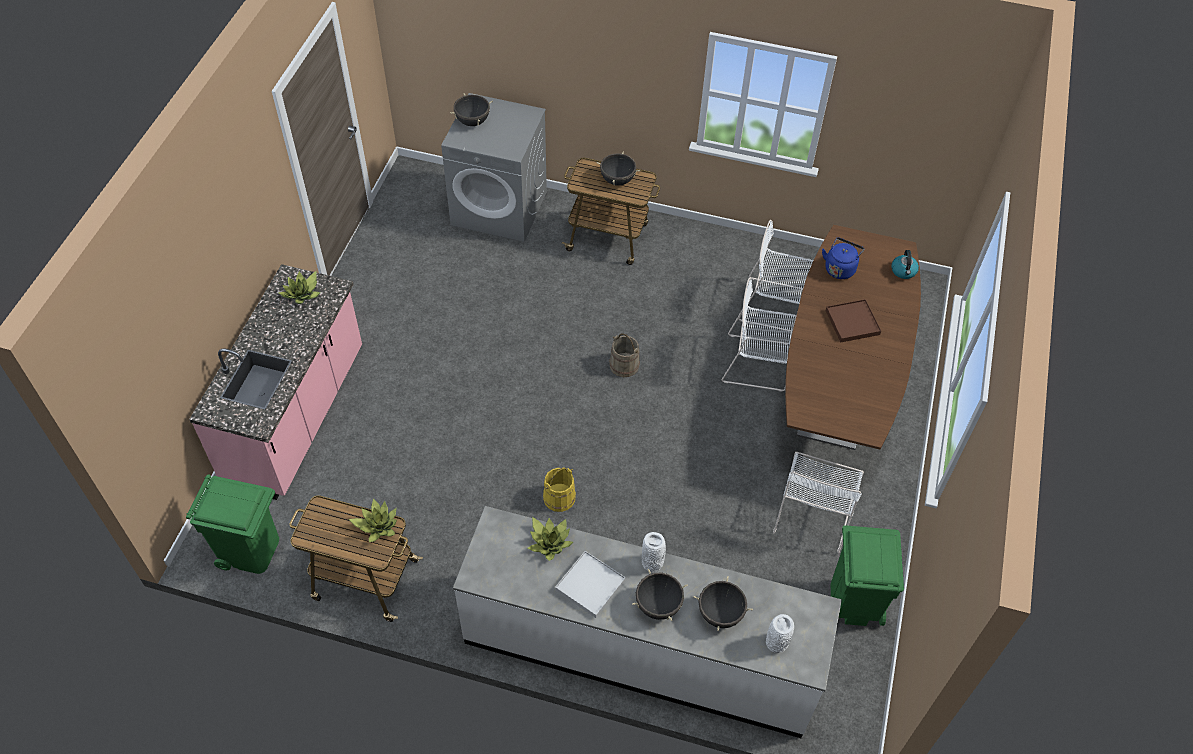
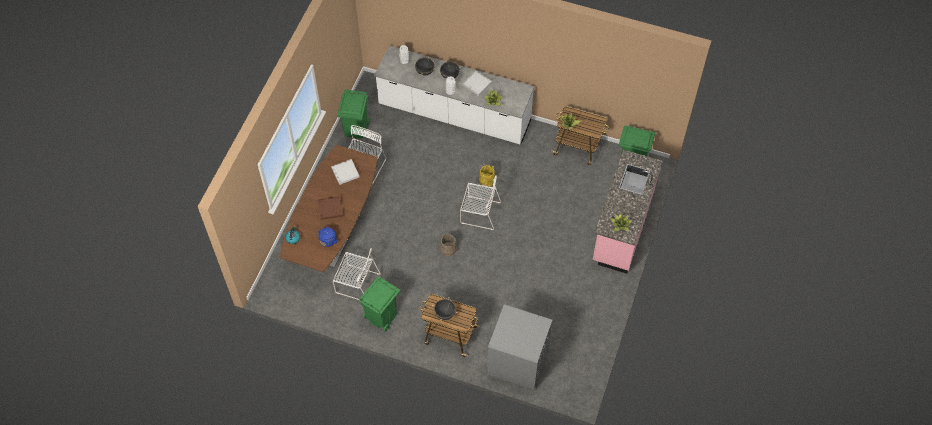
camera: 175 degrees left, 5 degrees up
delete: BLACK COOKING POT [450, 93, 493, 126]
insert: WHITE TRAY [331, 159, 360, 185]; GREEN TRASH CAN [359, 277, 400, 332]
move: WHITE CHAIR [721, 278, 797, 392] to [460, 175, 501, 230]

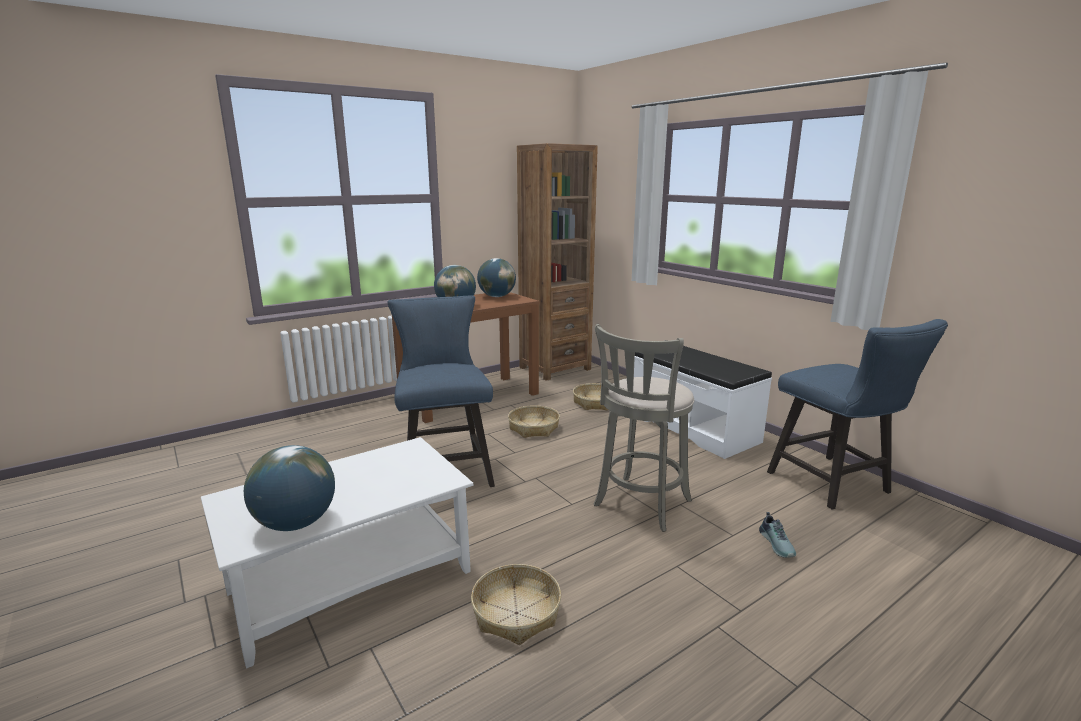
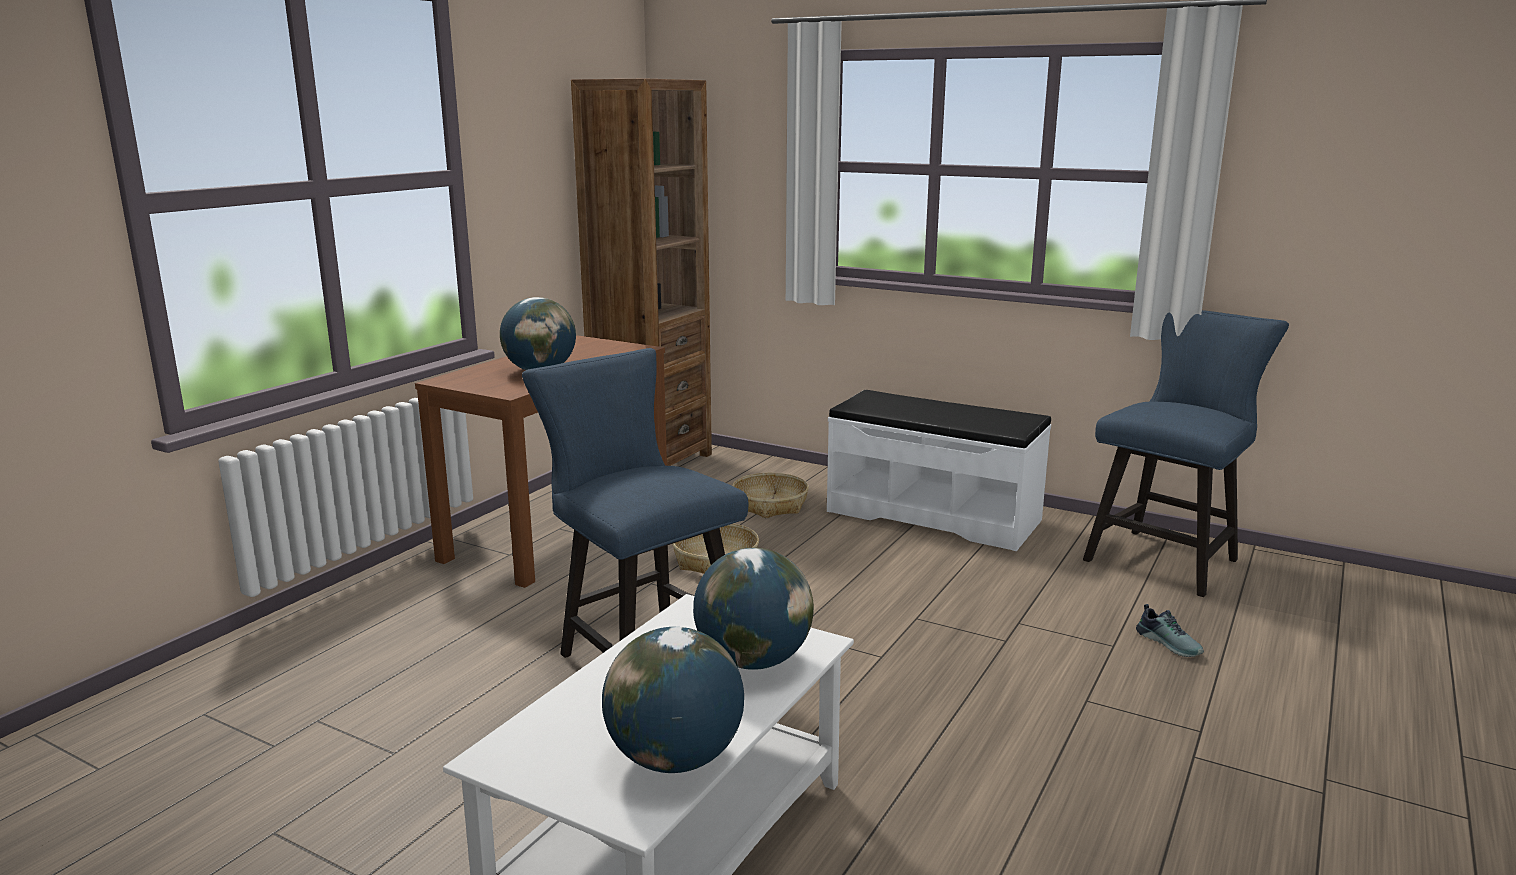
camera: 25 degrees left, 0 degrees up
delete: BASKET [471, 564, 561, 645]; GREY STOOL [594, 324, 694, 532]
move: GLOBE [477, 258, 516, 297] to [693, 547, 814, 670]
rotate: BLUE CHAIR [767, 319, 948, 510] = [1083, 310, 1289, 597] 90 degrees counterclockwise

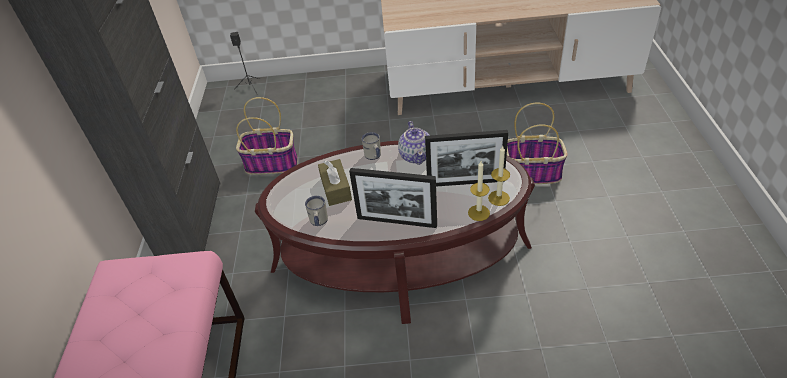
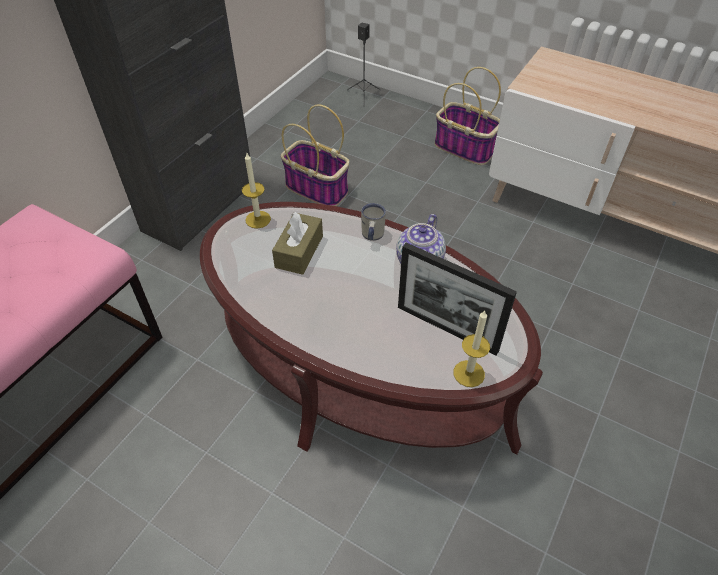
camera: 30 degrees right, 5 degrees up
delete: WHITE MUG [305, 196, 328, 226]; PICTURE FRAME [349, 168, 437, 228]
move: CANDLE [468, 161, 490, 221] to [242, 153, 271, 228]; BASKET [507, 102, 568, 184] to [435, 67, 501, 165]

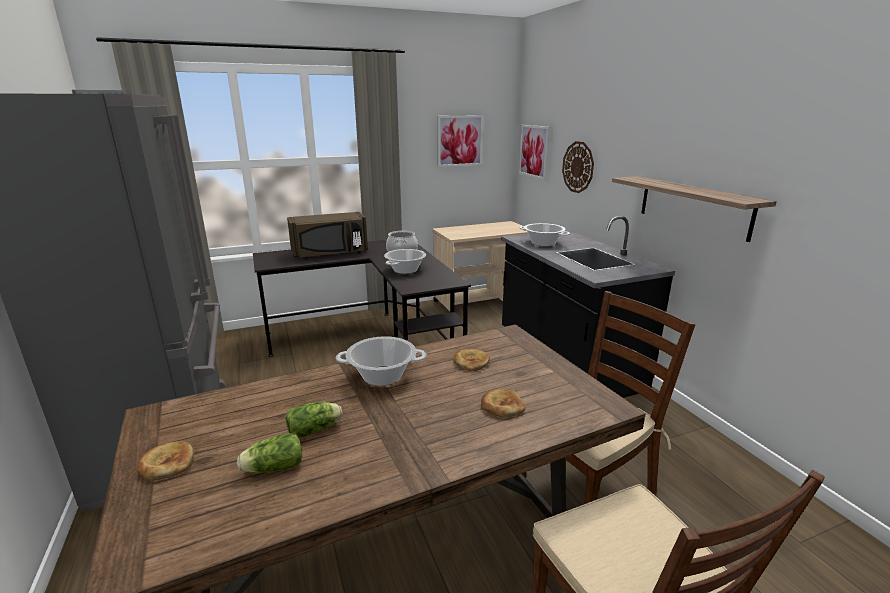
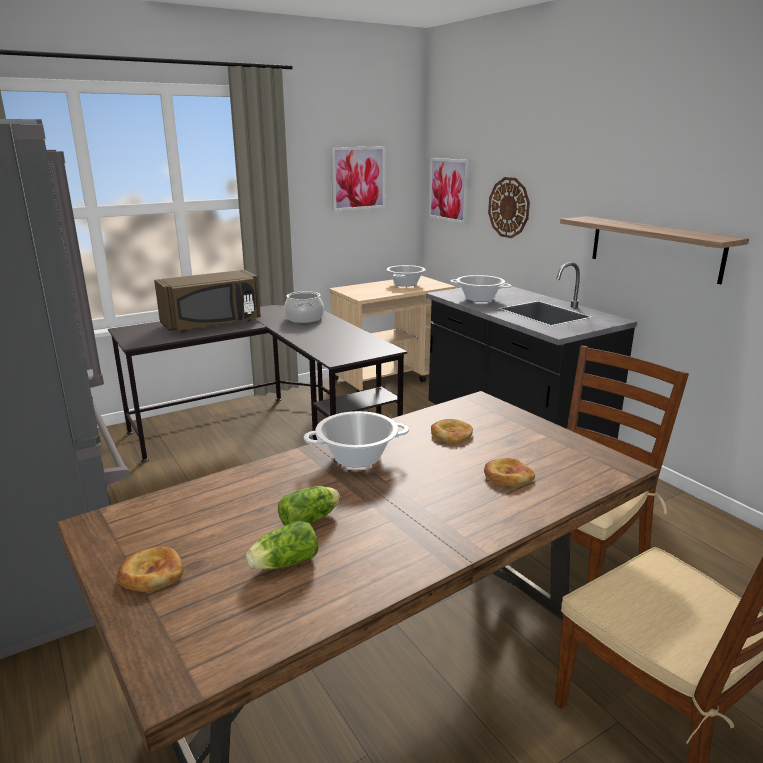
camera: 10 degrees left, 0 degrees up
move: COOKING POT [384, 249, 426, 274] to [386, 265, 426, 287]

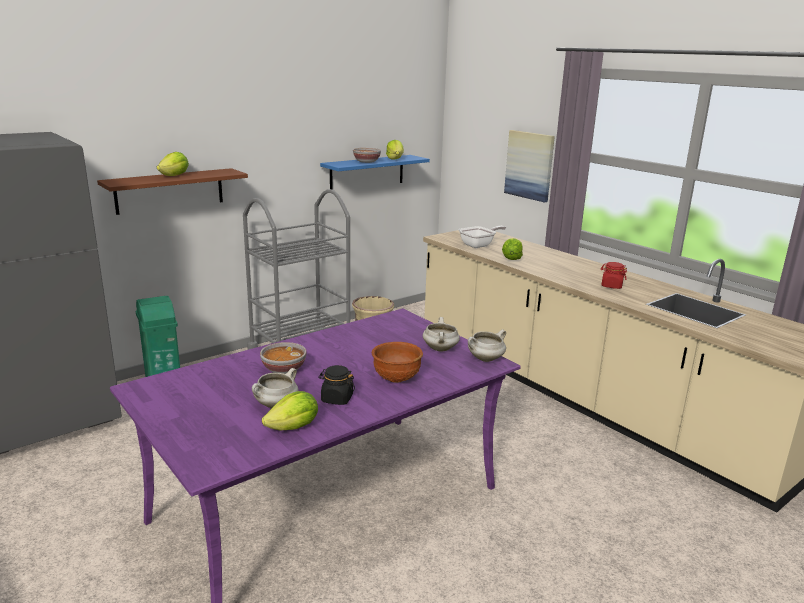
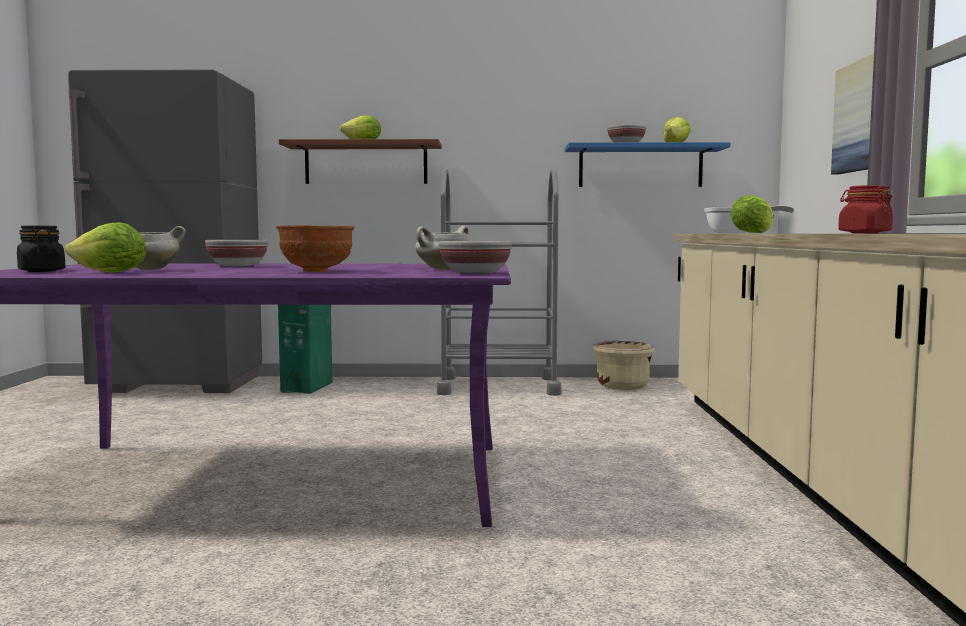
camera: 40 degrees right, 15 degrees down
move: BLACK JAR [319, 365, 355, 405] to [17, 226, 66, 272]
replace: WHITE COOKING POT [468, 330, 506, 362] to BOWL [439, 241, 512, 274]

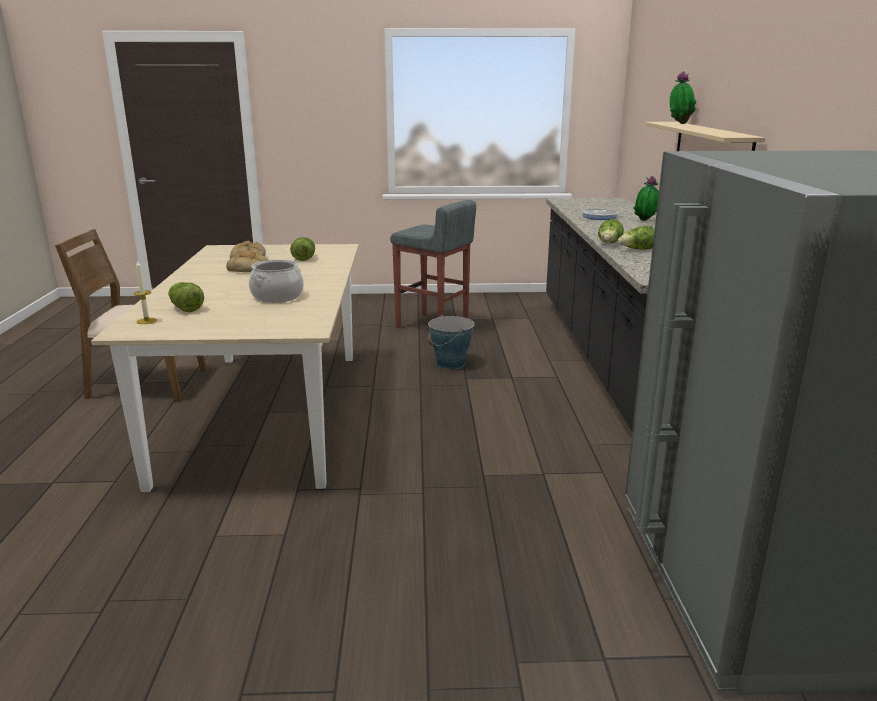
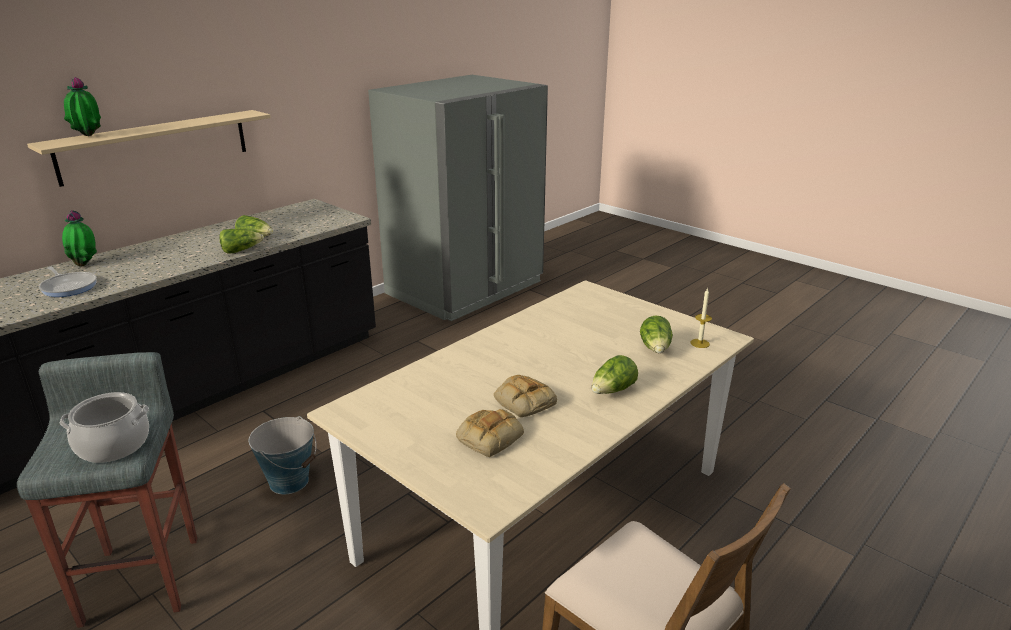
camera: 135 degrees left, 5 degrees up
move: COOKING POT [249, 260, 304, 303] to [60, 392, 149, 463]; LETTUCE [290, 237, 315, 261] to [592, 355, 638, 394]

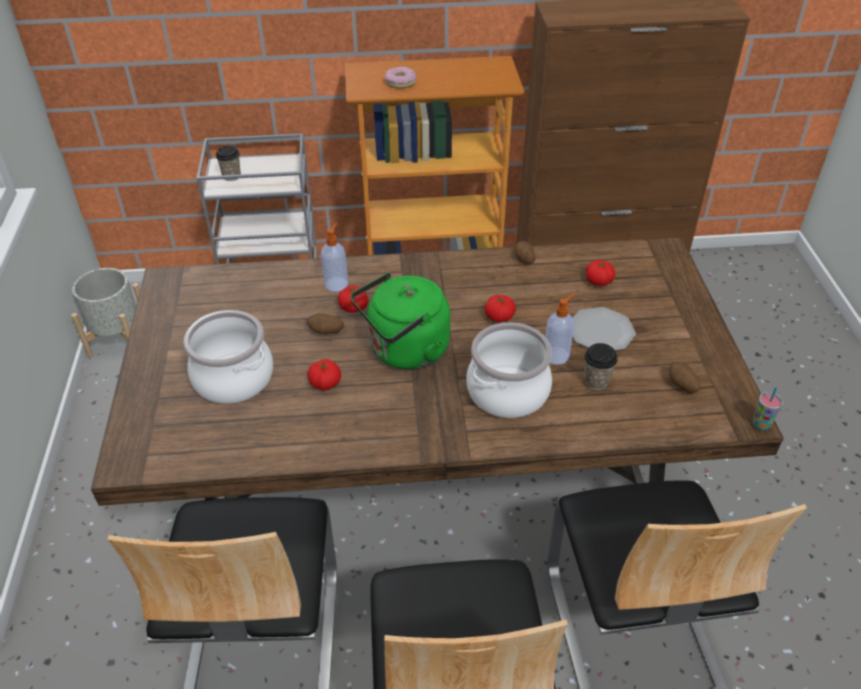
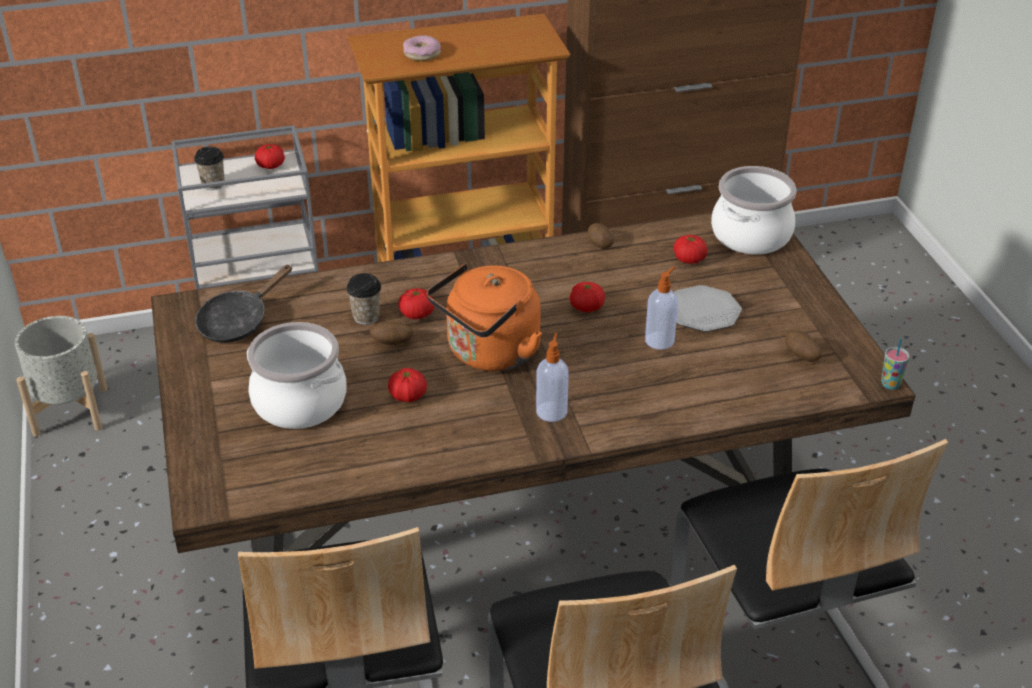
camera: 10 degrees left, 5 degrees down
insert: BLACK FRYING PAN [195, 265, 292, 343]; TOMATO [255, 144, 285, 169]
move: CUP [584, 343, 618, 390] to [346, 273, 381, 325]; SOAP DISPENSER [321, 223, 348, 292] to [536, 332, 569, 422]; COOKING POT [466, 322, 552, 418] to [711, 166, 796, 254]
recolor: GREEN KETTLE [351, 272, 450, 369] to ORANGE KETTLE [427, 264, 542, 371]

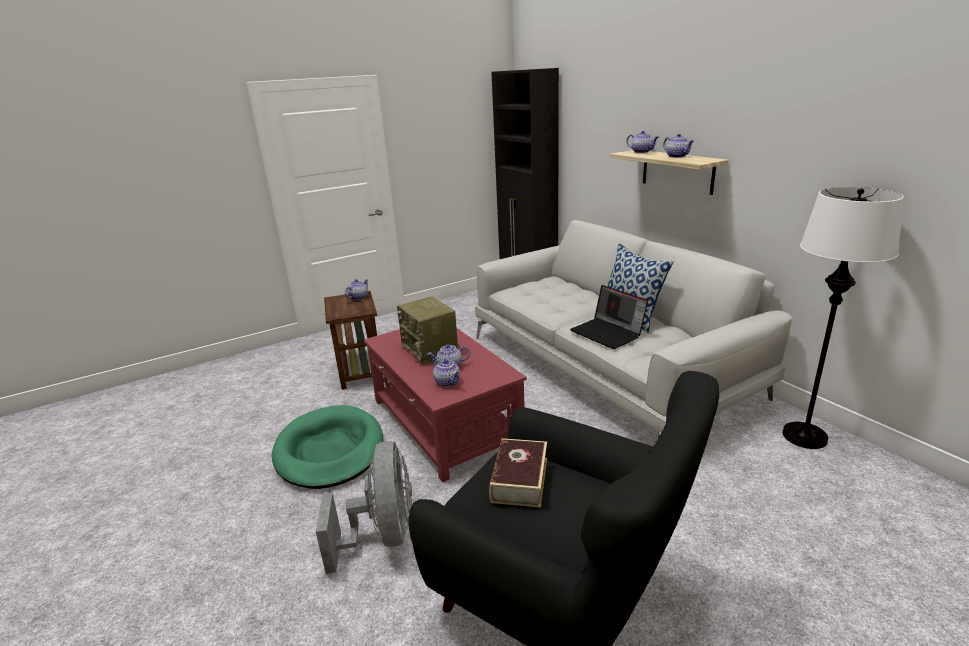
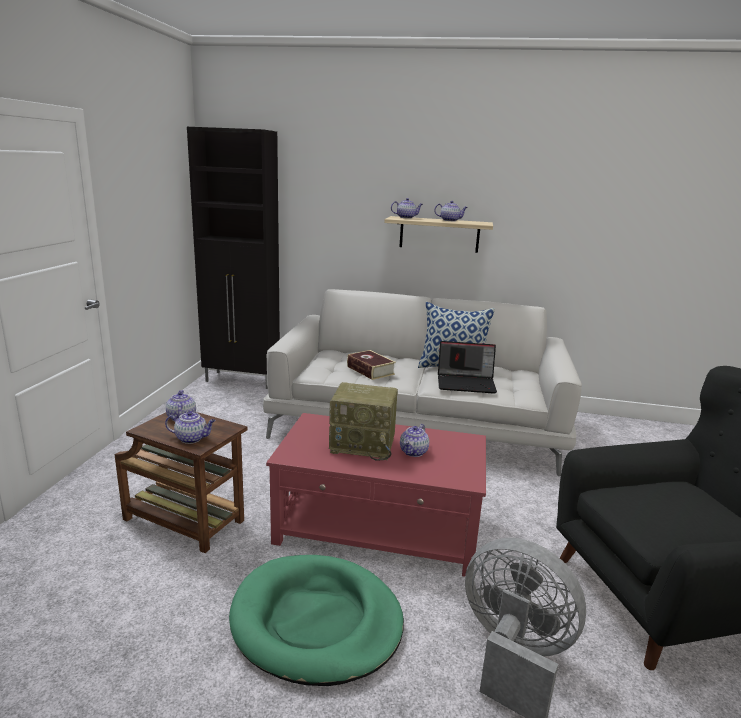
camera: 50 degrees left, 5 degrees down
delete: WHITE FLOOR LAMP [782, 187, 904, 449]
move: TEAPOT [433, 358, 460, 387] to [165, 411, 216, 444]; BOOK [489, 438, 547, 508] to [347, 350, 396, 380]

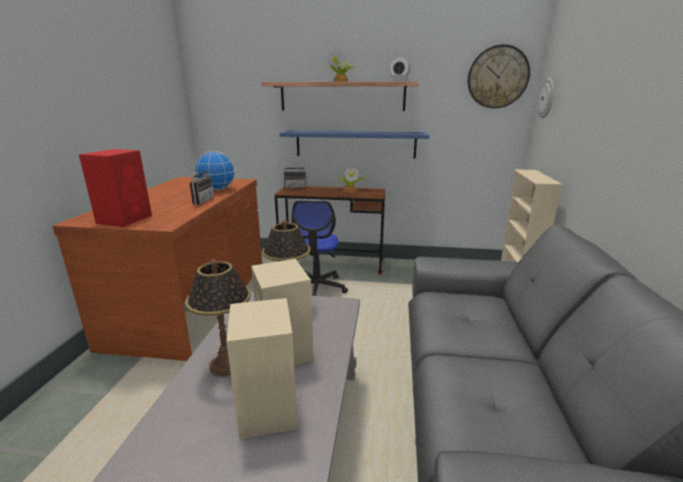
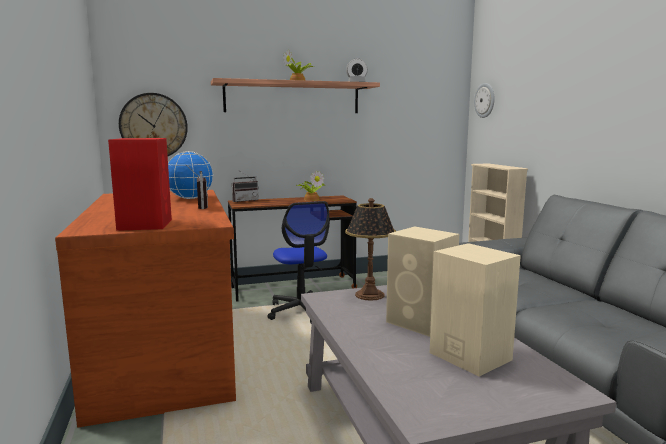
camera: 25 degrees left, 10 degrees down
delete: TABLE LAMP [185, 259, 251, 376]; BLUE SHELF [279, 130, 430, 158]
move: WALL CLOCK [468, 44, 530, 109] to [119, 93, 188, 156]

